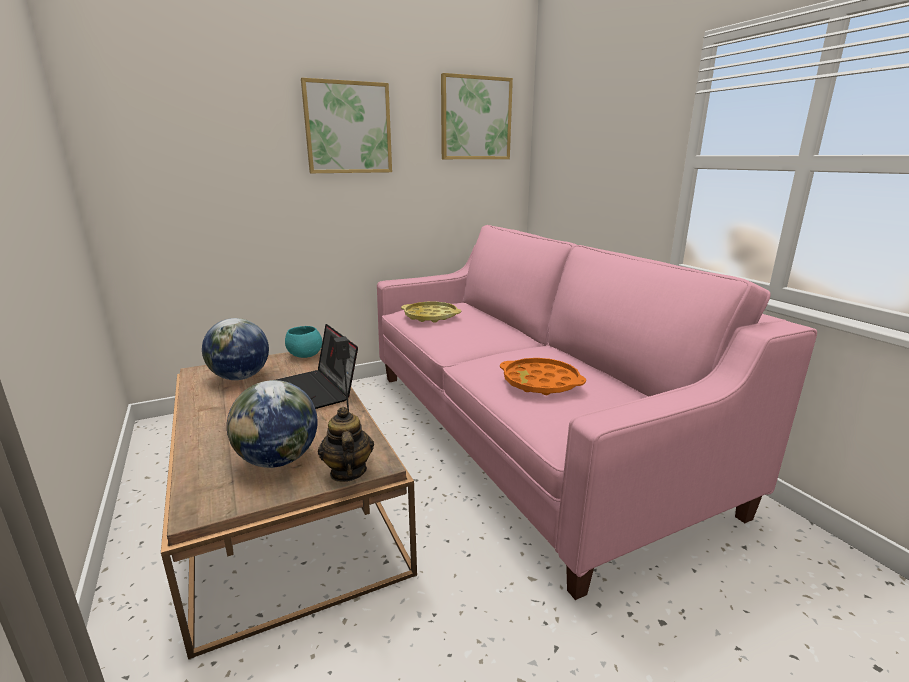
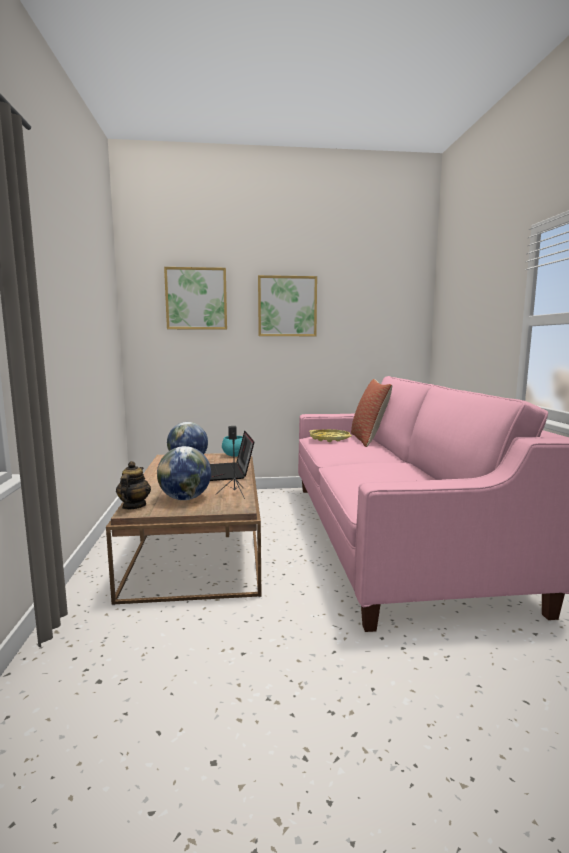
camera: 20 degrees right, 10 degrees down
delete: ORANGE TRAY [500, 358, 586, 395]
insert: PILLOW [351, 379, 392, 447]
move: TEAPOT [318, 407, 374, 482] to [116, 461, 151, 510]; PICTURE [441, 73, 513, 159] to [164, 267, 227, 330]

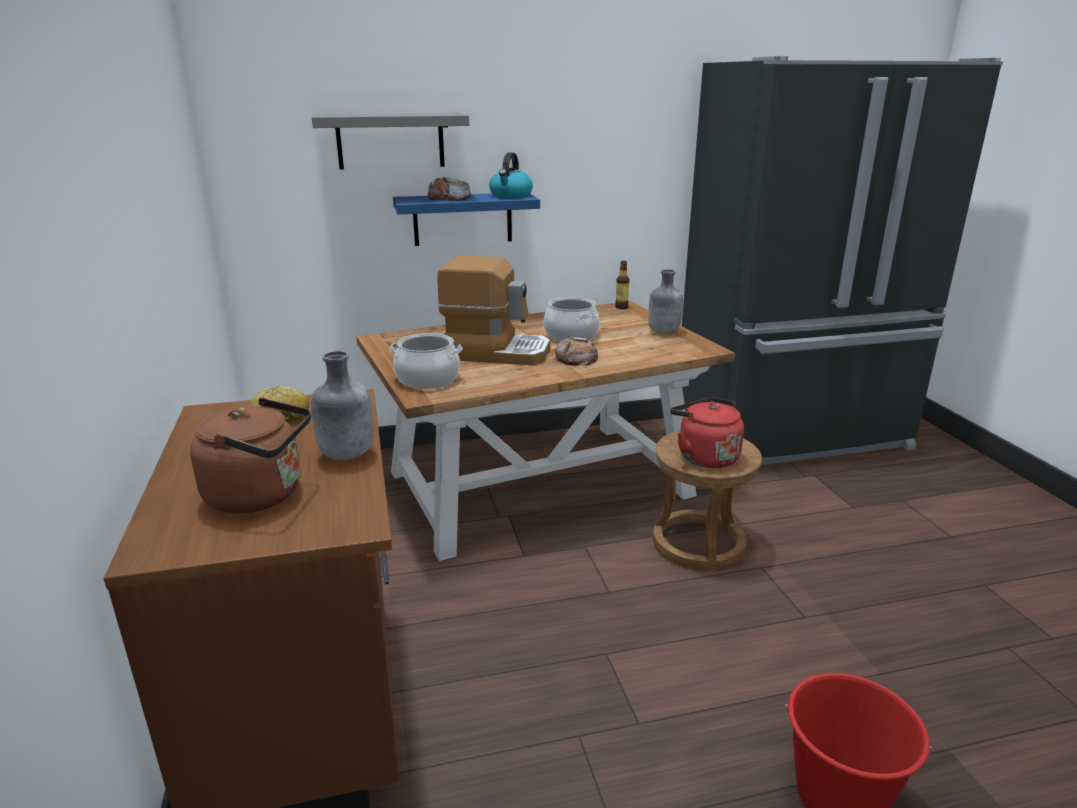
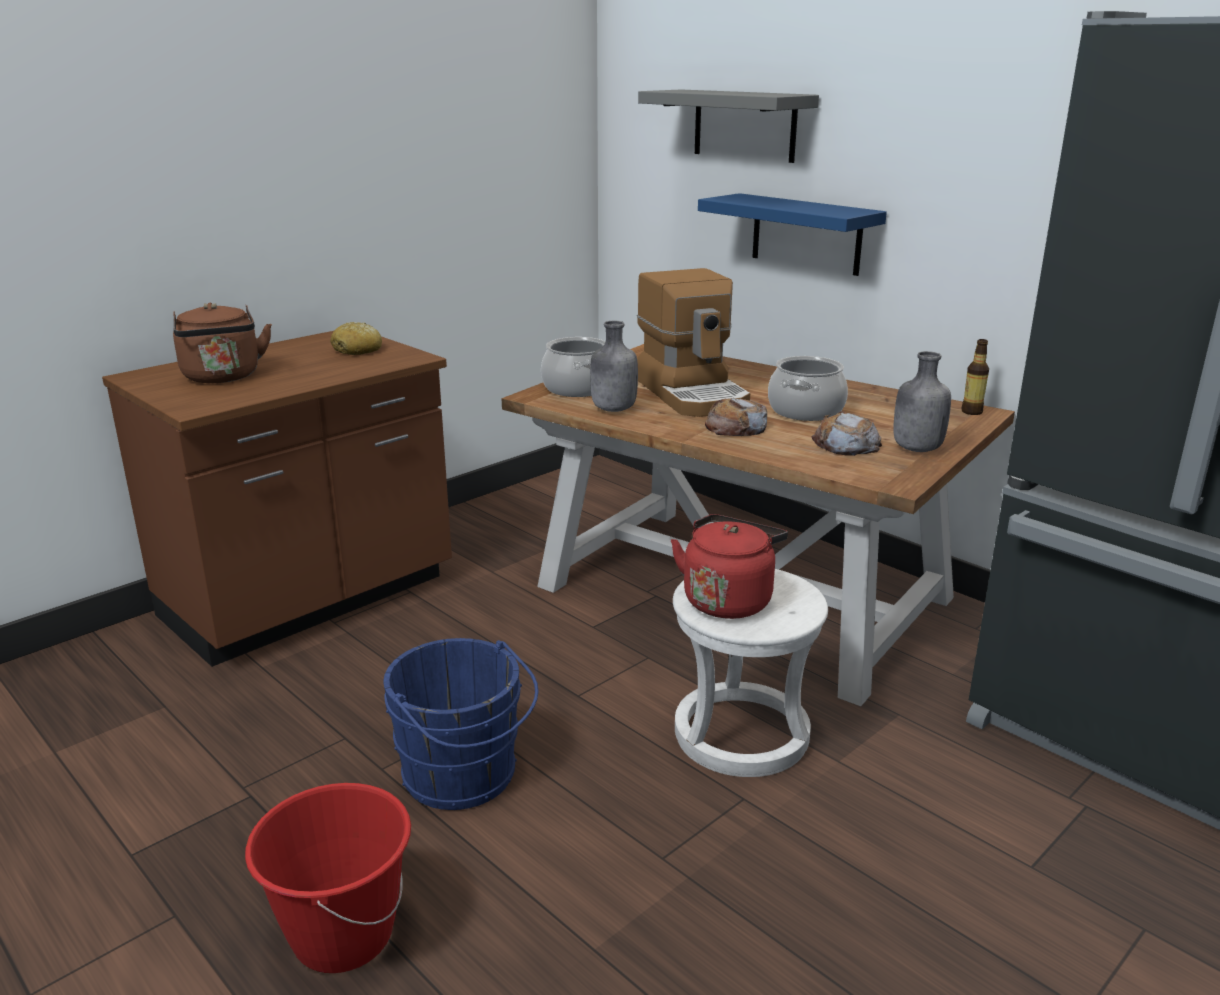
camera: 60 degrees right, 0 degrees up
delete: KETTLE [489, 152, 533, 199]
insert: BLUE BUCKET [384, 638, 539, 810]
move: GREY BOTTLE [311, 351, 373, 460] to [590, 321, 638, 412]; BREAD [428, 177, 472, 201] to [812, 411, 882, 456]
recolor: BROWN STOOL [653, 431, 762, 571] to WHITE STOOL [673, 569, 828, 777]

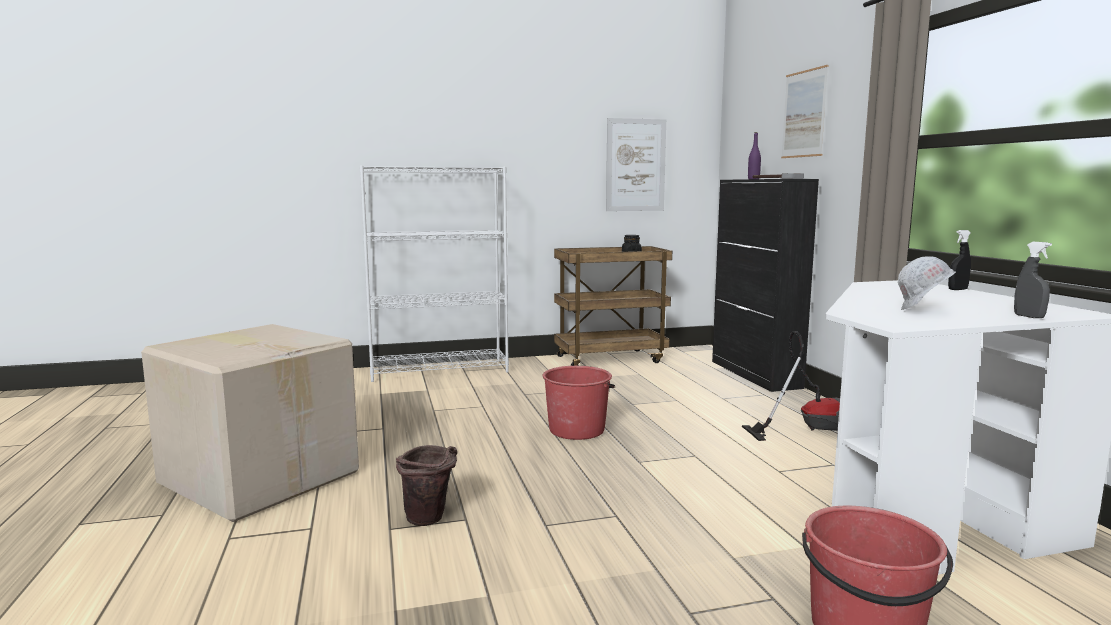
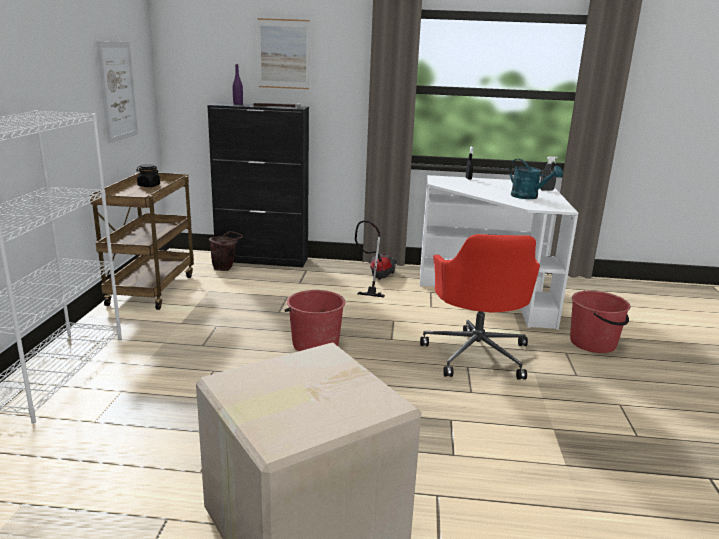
camera: 70 degrees left, 10 degrees up
insert: RED OFFICE CHAIR [420, 234, 540, 380]
move: BROWN BUCKET [396, 445, 457, 526] to [209, 231, 243, 271]
replace: WHITE HARD HAT [898, 256, 956, 310] to TURQUOISE WATERING CAN [509, 159, 563, 199]

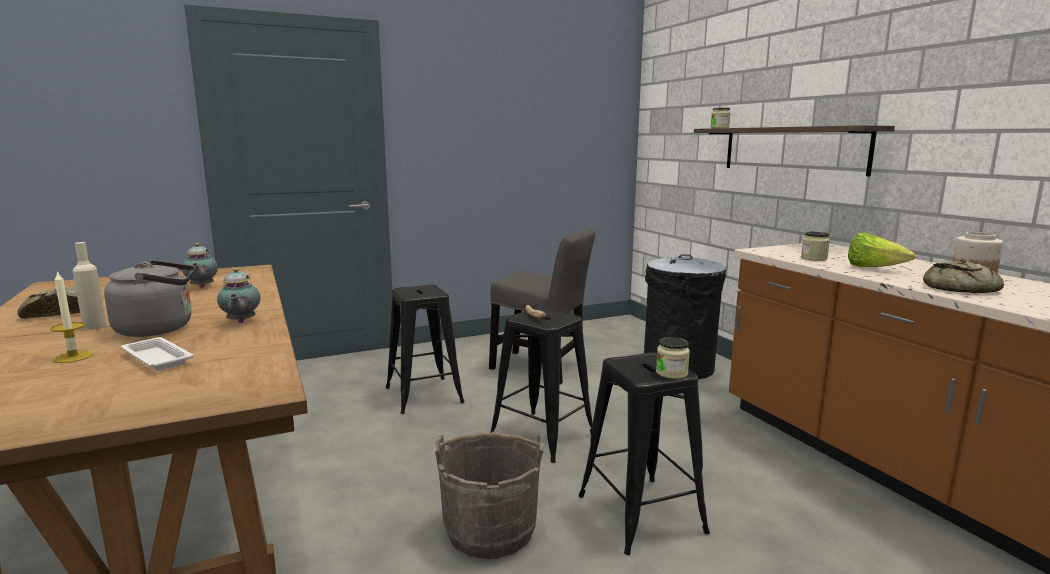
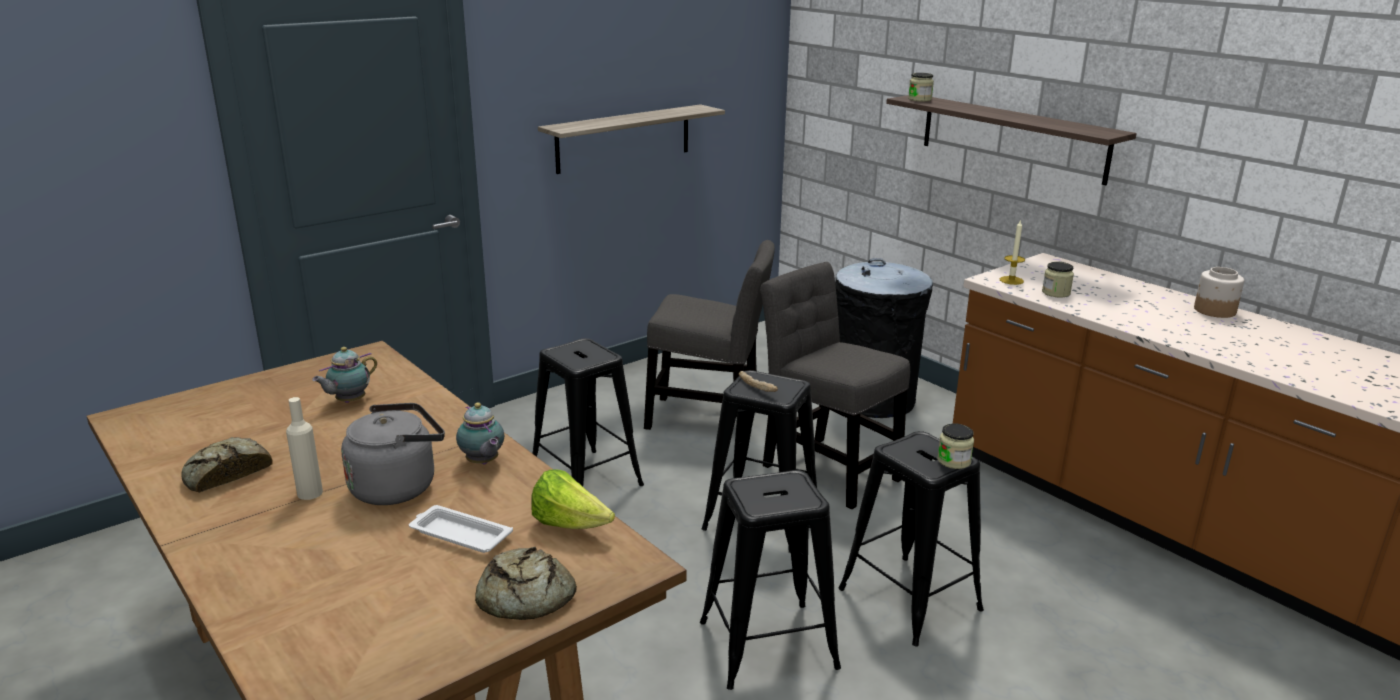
camera: 15 degrees left, 10 degrees up
insert: SHELF [538, 104, 725, 174]; GREY CHAIR [760, 262, 910, 509]
move: BREAD [923, 259, 1004, 293] to [475, 547, 577, 620]; LETTUCE [848, 233, 916, 267] to [531, 469, 615, 529]; CANDLE [50, 270, 93, 363] to [1000, 219, 1025, 285]
replace: GREY BUCKET [434, 432, 545, 559] to BLACK STOOL [700, 470, 841, 690]
rotate: TEAPOT [182, 243, 218, 288] = [312, 347, 377, 403] 75 degrees clockwise

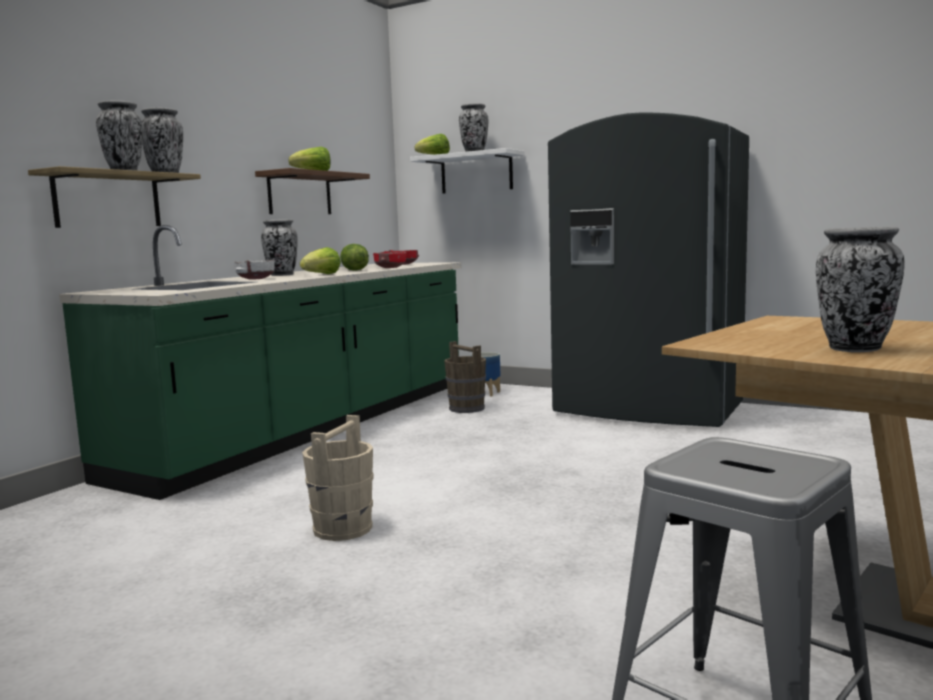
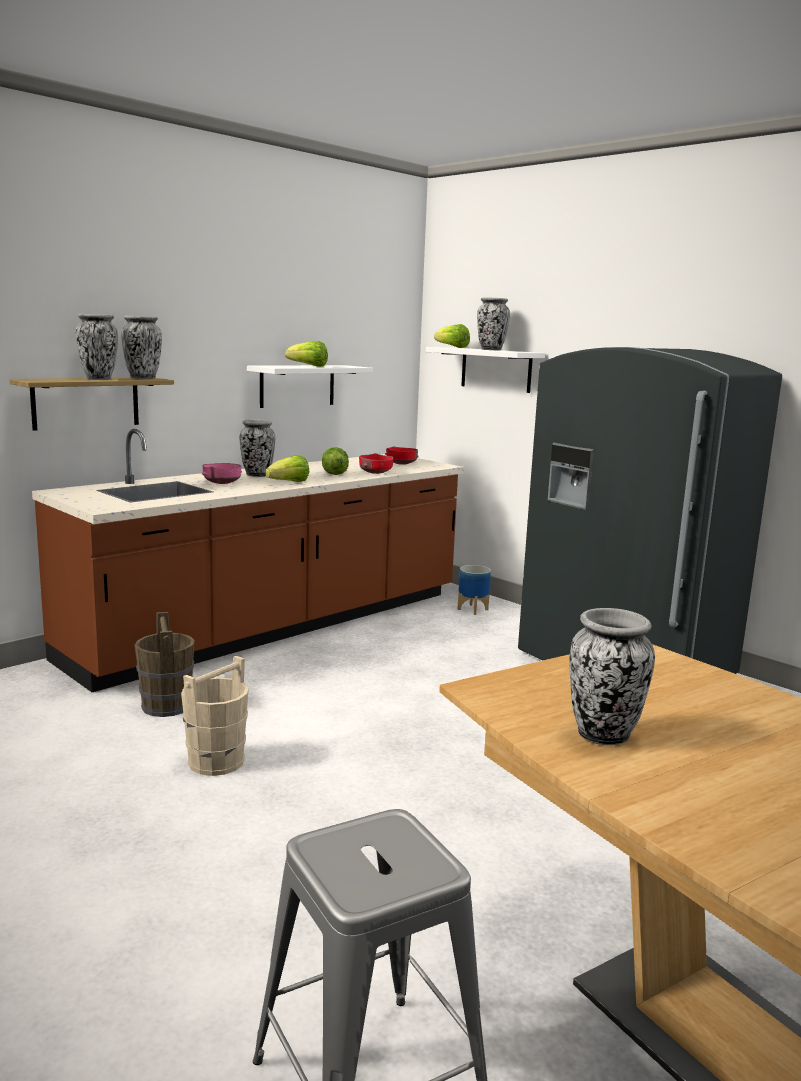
camera: 15 degrees right, 5 degrees up
move: BROWN BUCKET [444, 341, 486, 413] to [135, 612, 195, 717]
recolor: GREEN COUNTER [59, 225, 461, 500] to BROWN COUNTER [32, 429, 464, 692]; WHITE BOWL [234, 260, 275, 279] to PINK BOWL [202, 463, 242, 484]; BROWN SHELF [255, 168, 370, 214] to WHITE SHELF [247, 365, 373, 408]

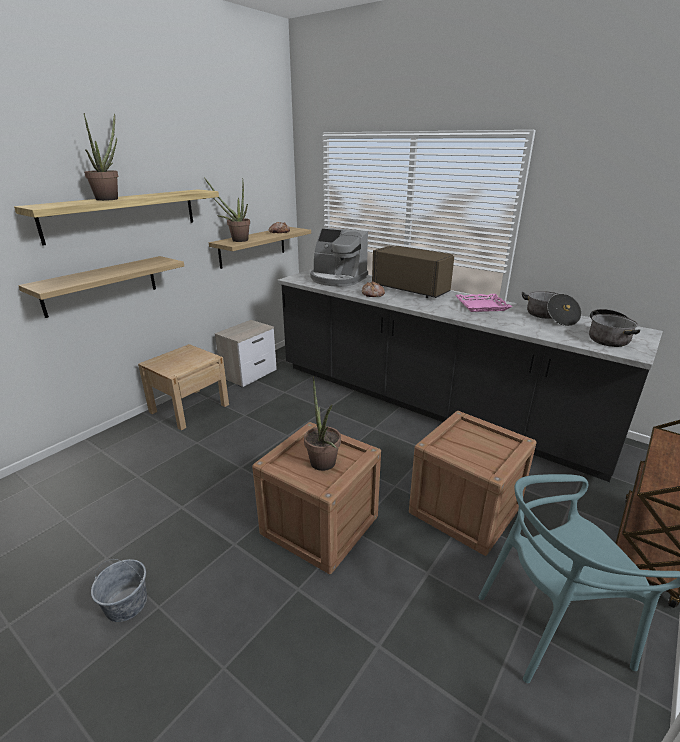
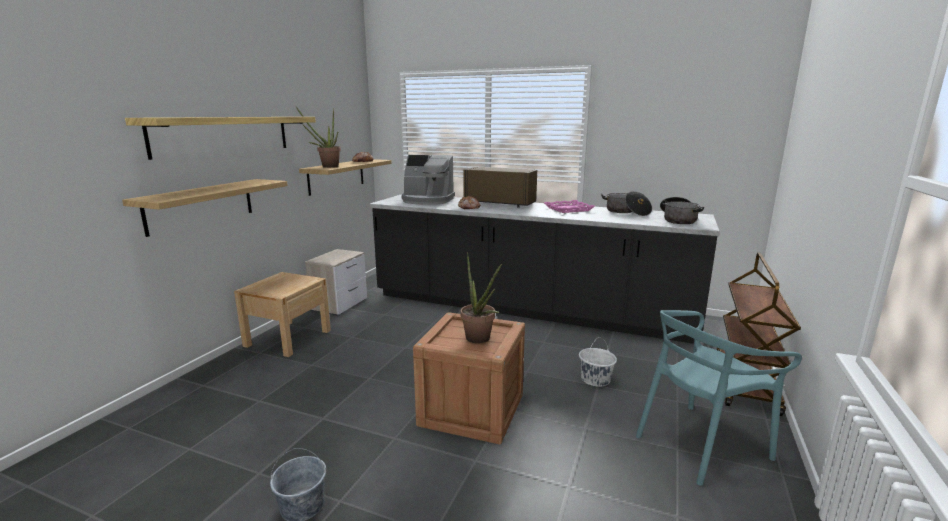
camera: 15 degrees left, 10 degrees down
delete: POTTED PLANT [84, 113, 118, 201]
replace: CRATE [409, 411, 537, 556] to WHITE BUCKET [579, 337, 617, 387]

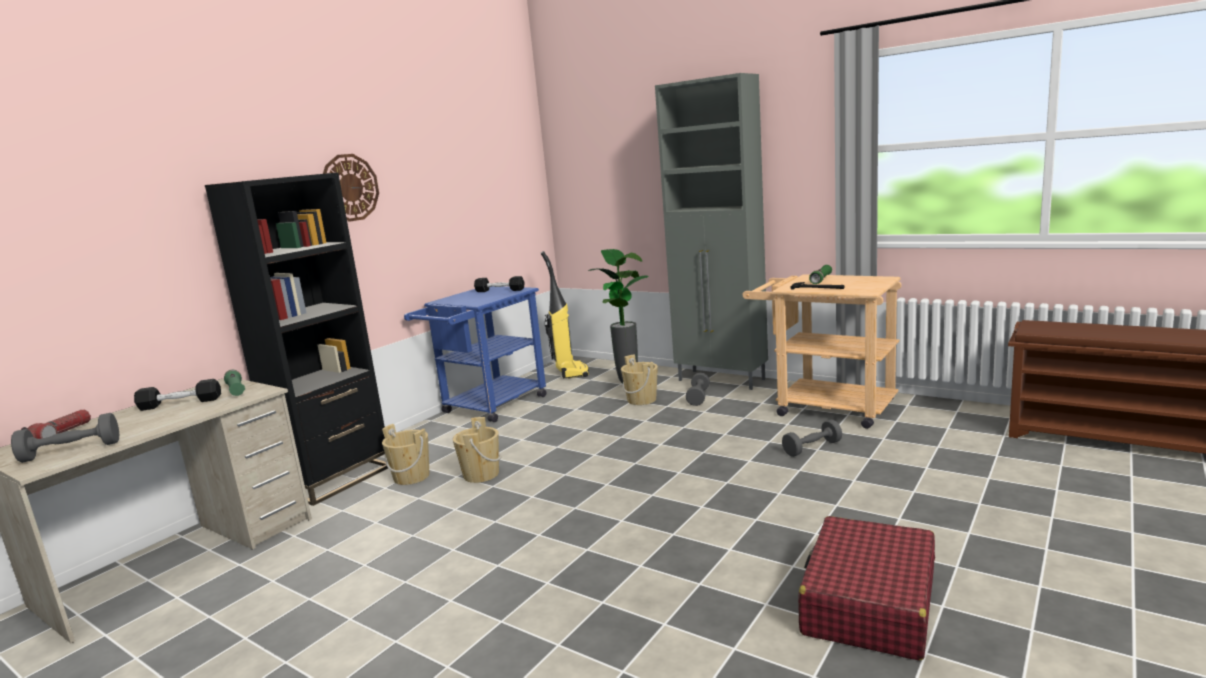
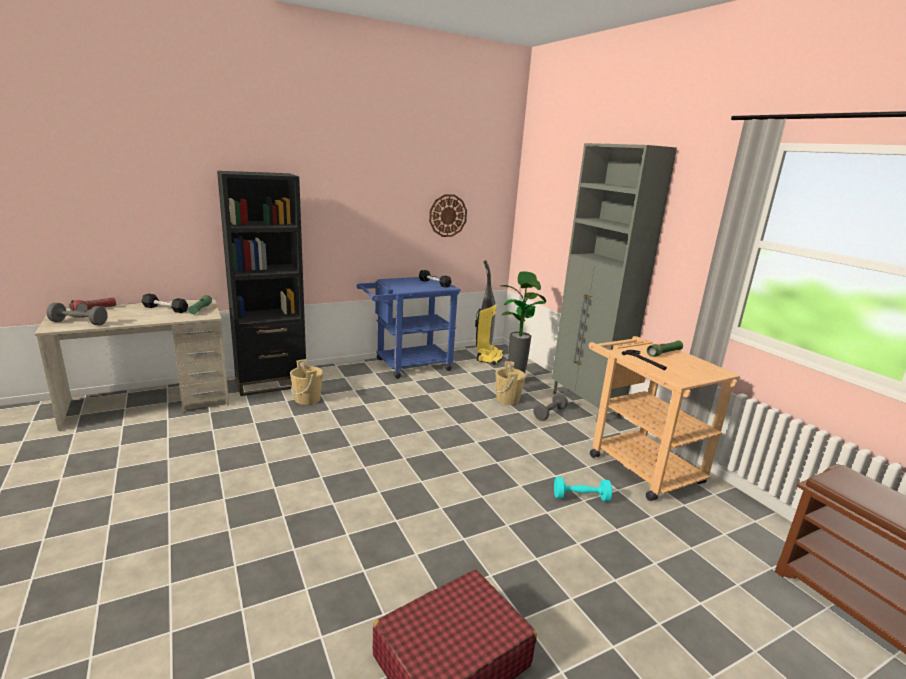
camera: 25 degrees right, 5 degrees up
delete: BEIGE BUCKET [453, 417, 501, 483]
move: WALL CLOCK [323, 154, 379, 222] to [429, 194, 467, 237]
recolor: GREY DUMBBELL [782, 419, 842, 457] to TURQUOISE DUMBBELL [554, 477, 612, 501]

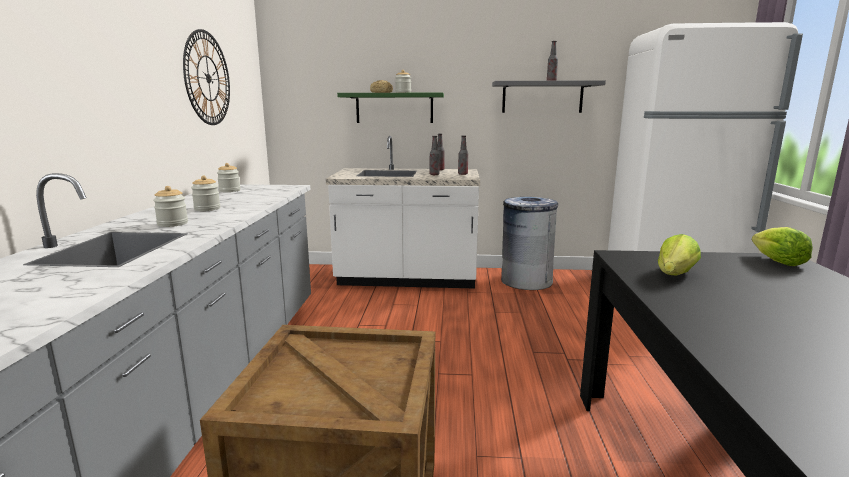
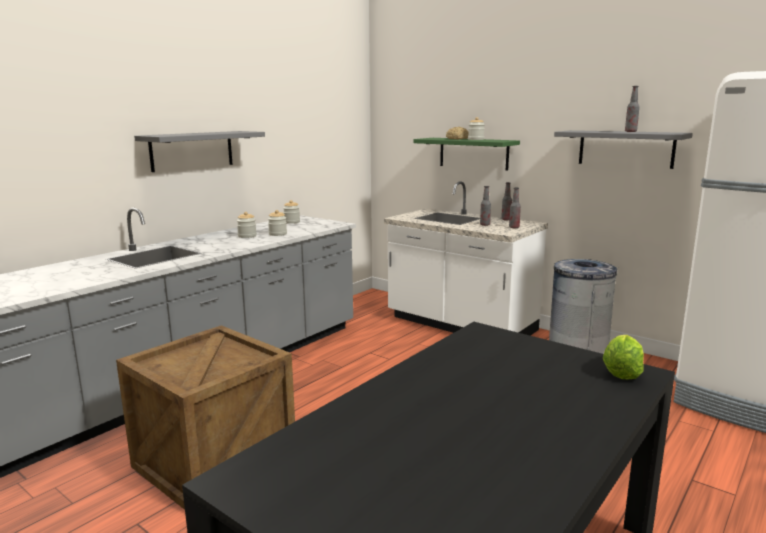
camera: 35 degrees right, 0 degrees up
delete: WALL CLOCK [183, 29, 230, 125]; LETTUCE [658, 234, 701, 275]
insert: GREY SHELF [134, 131, 265, 172]
move: JAR [153, 186, 188, 227] to [268, 210, 287, 236]

